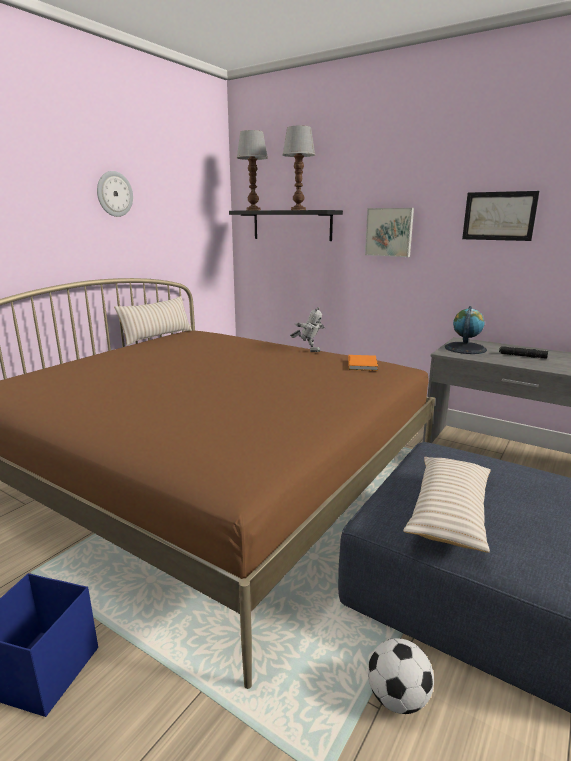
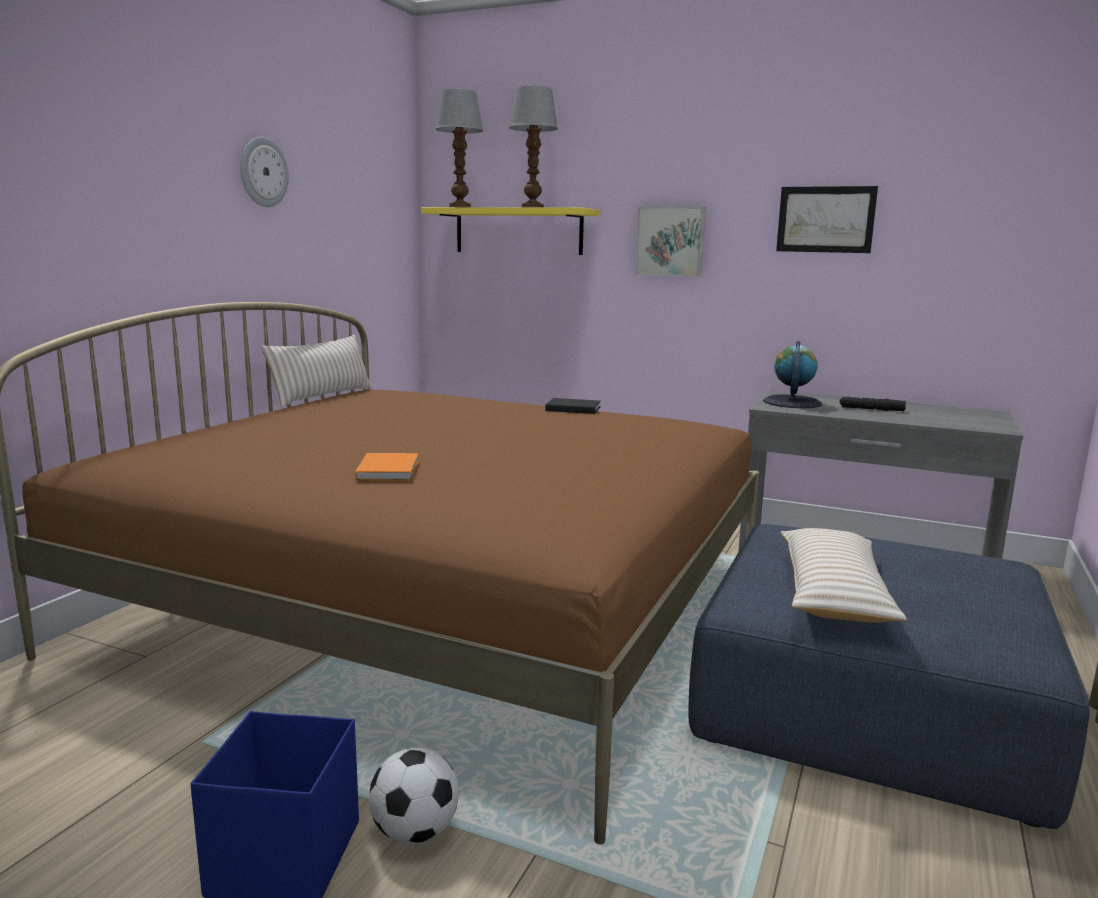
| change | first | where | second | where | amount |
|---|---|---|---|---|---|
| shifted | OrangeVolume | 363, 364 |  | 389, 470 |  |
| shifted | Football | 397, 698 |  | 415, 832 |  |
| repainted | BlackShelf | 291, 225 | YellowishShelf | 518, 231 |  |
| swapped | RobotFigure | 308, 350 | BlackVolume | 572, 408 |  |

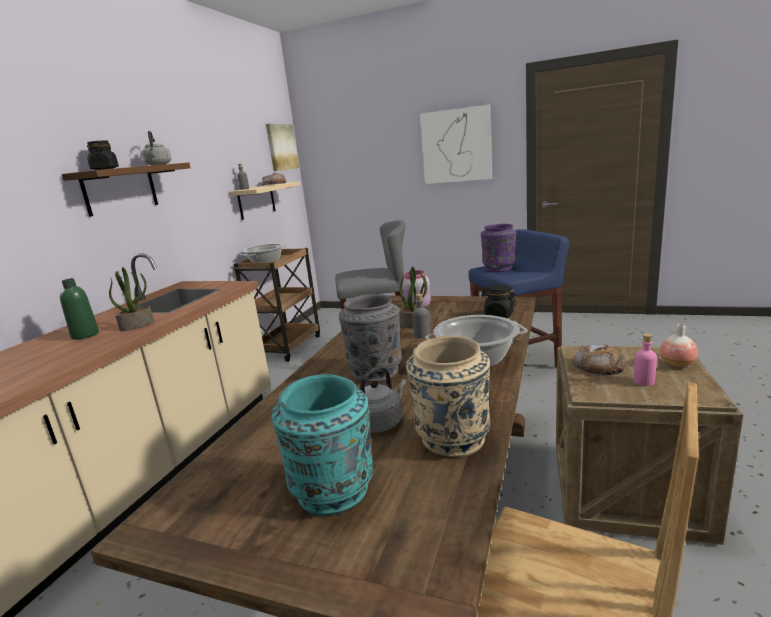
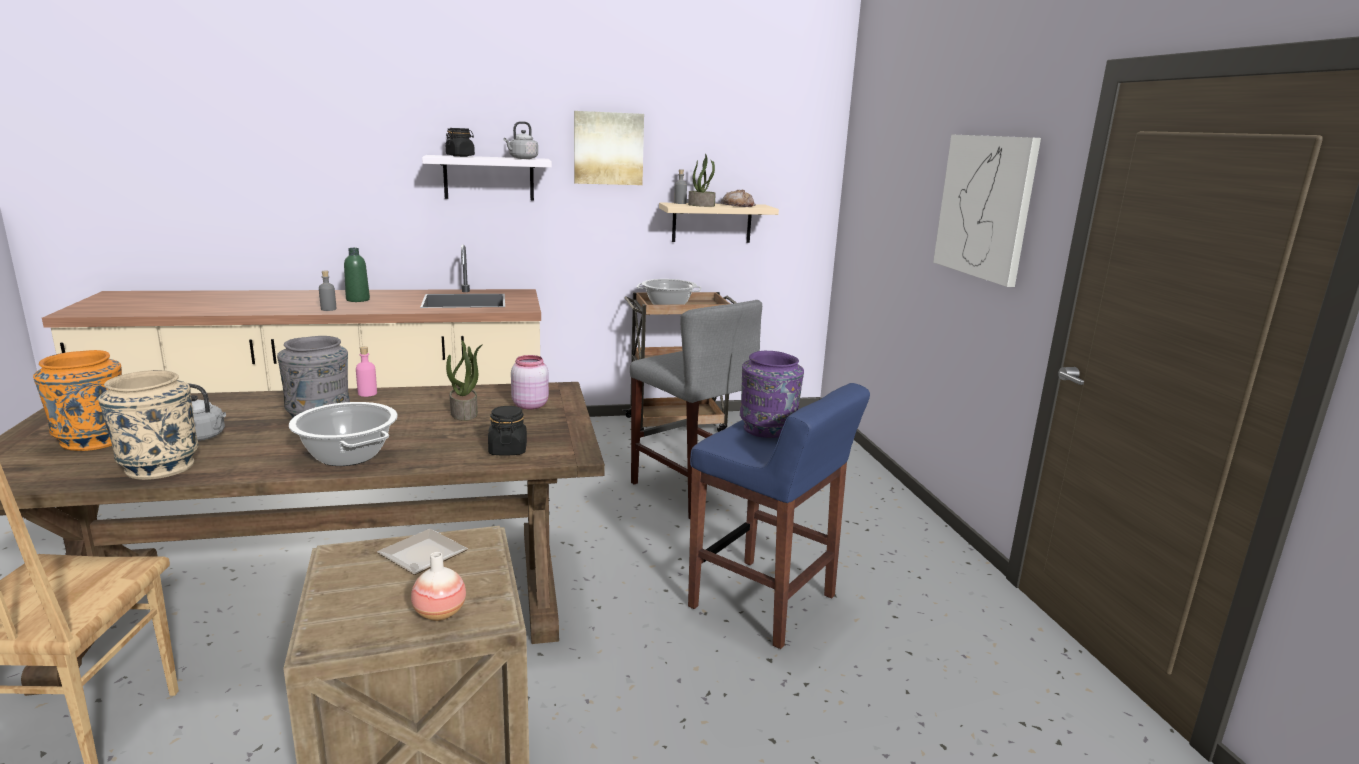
| change | first | where | second | where | amount |
|---|---|---|---|---|---|
| repainted | TurquoiseFlowerVase | 334, 491 | OrangeFlowerVase | 92, 441 |  |
| shifted | GrayBottle | 422, 335 |  | 328, 309 |  |
| shifted | PinkColouredBottle | 644, 381 |  | 367, 393 |  |
| swapped | BakedBread | 598, 366 | DinnerPlate | 426, 555 |  |
| repainted | BrownishShelf | 120, 190 | WhiteColouredShelf | 489, 178 |  |
| shifted | Picture | 281, 147 |  | 608, 148 |  |
| shifted | PlantInAPot | 137, 325 |  | 701, 205 |  |

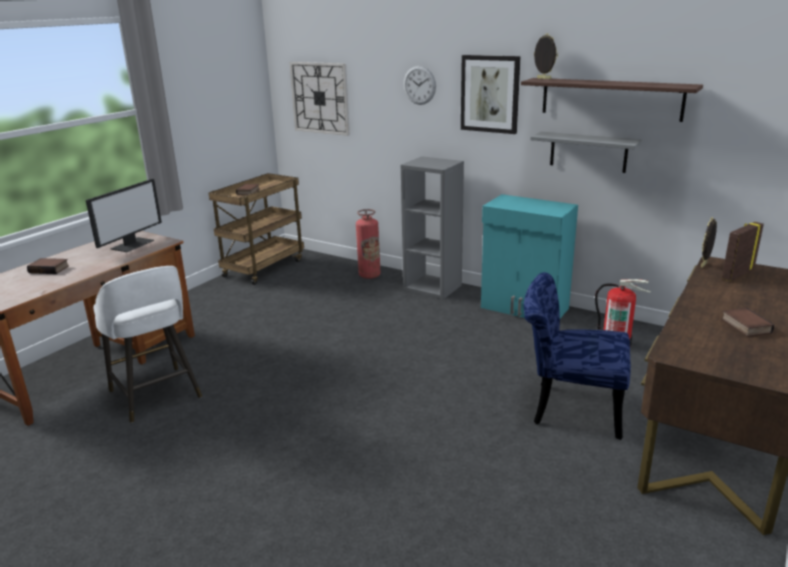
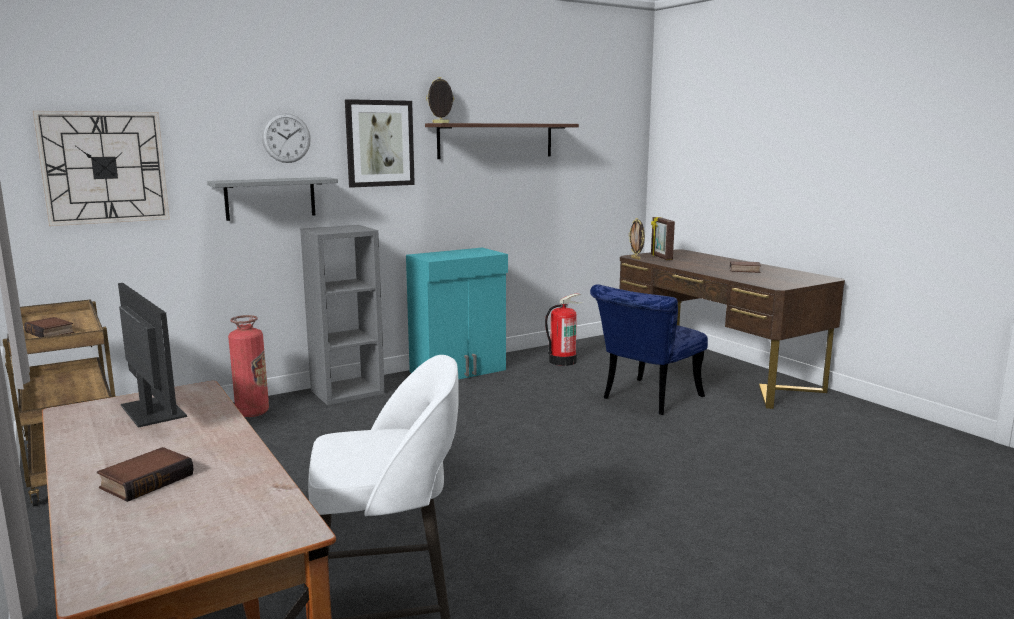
| change | first | where | second | where | amount |
|---|---|---|---|---|---|
| shifted | GrayShelf | 588, 152 |  | 270, 198 |  |

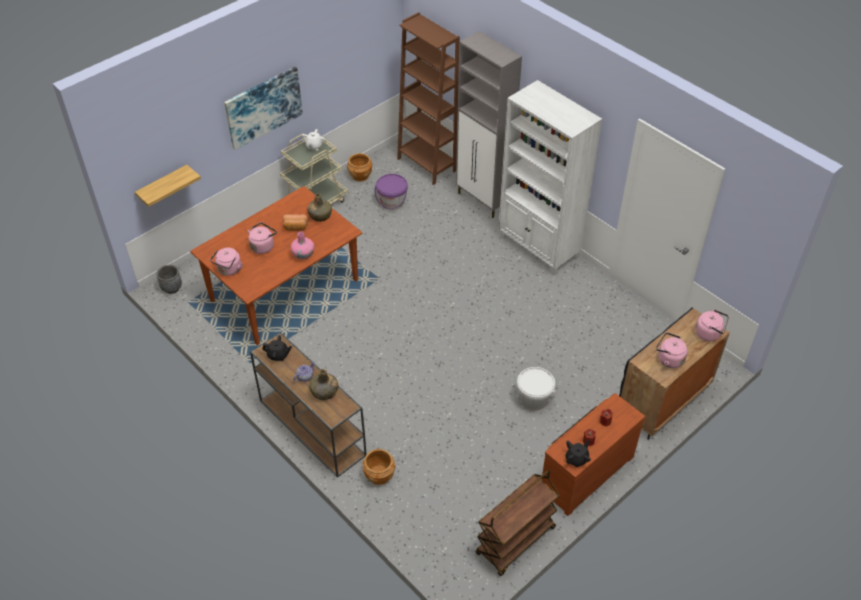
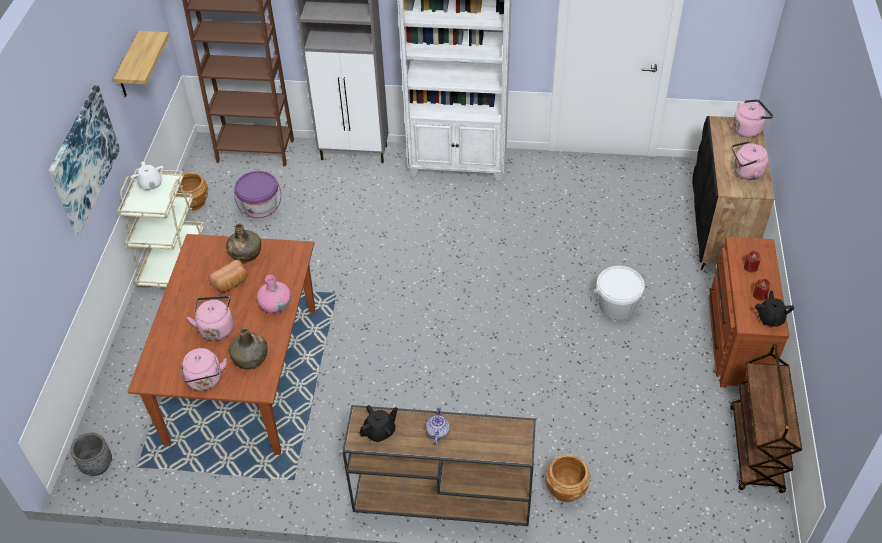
| change | first | where | second | where | amount |
|---|---|---|---|---|---|
| shifted | Shelf | 163, 186 |  | 129, 66 |  |
| shifted | GreenishBottle | 324, 392 |  | 251, 358 |  |

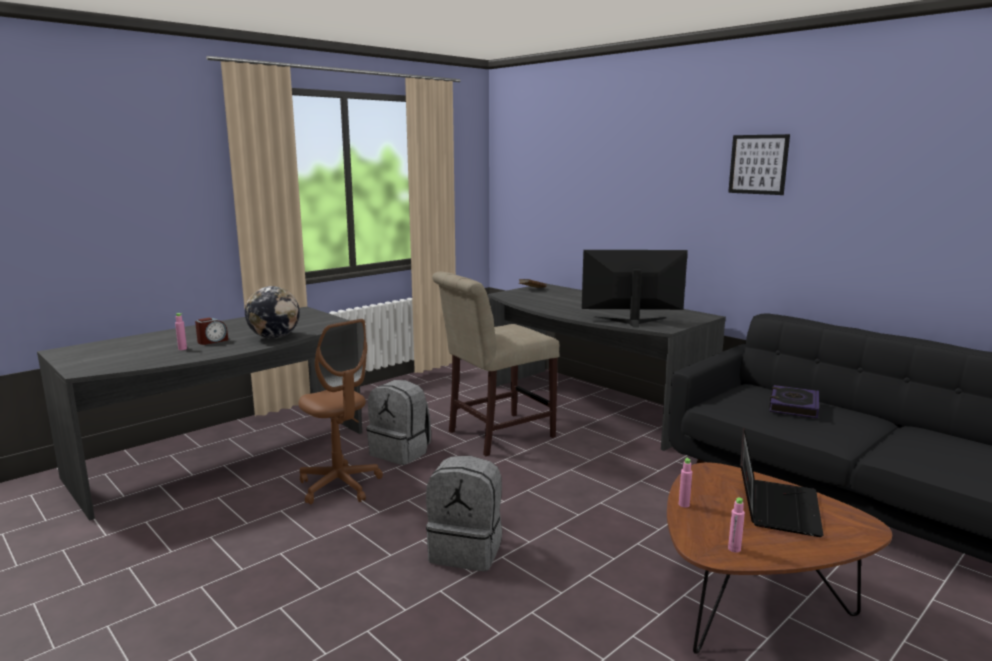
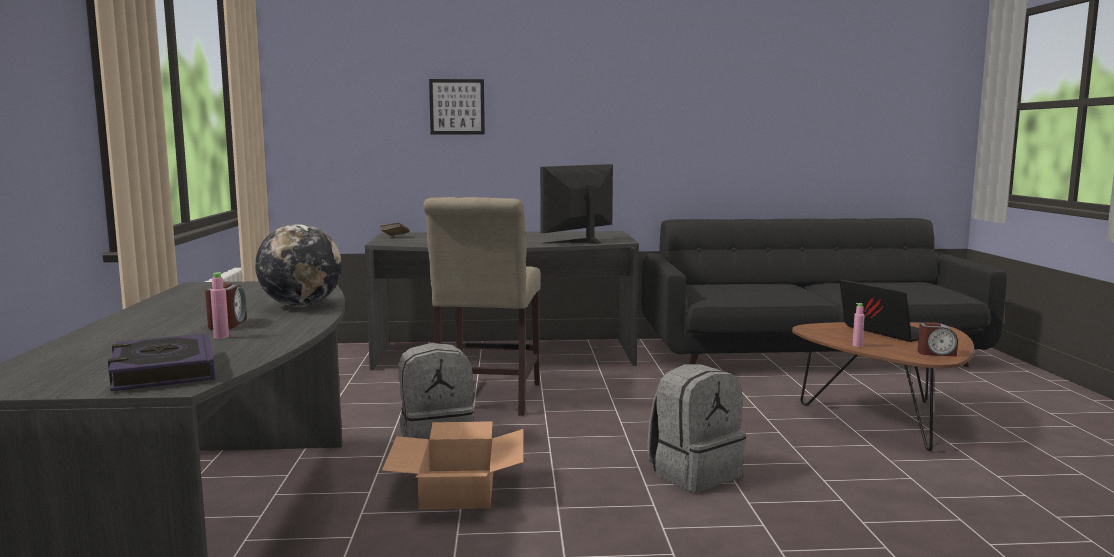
| change | first | where | second | where | amount |
|---|---|---|---|---|---|
| shifted | Volume | 793, 406 |  | 163, 371 |  |
| swapped | BrownishComputerChair | 340, 486 | CardboardBox | 457, 489 |  |
| shifted | Picture | 758, 164 |  | 457, 107 |  |
| swapped | PinkColouredBottle | 734, 549 | AlarmClock | 936, 353 |  |

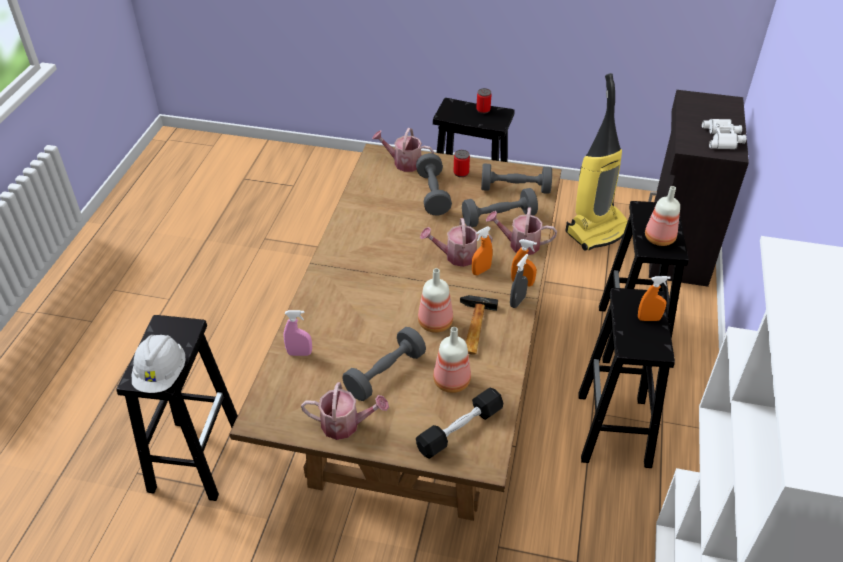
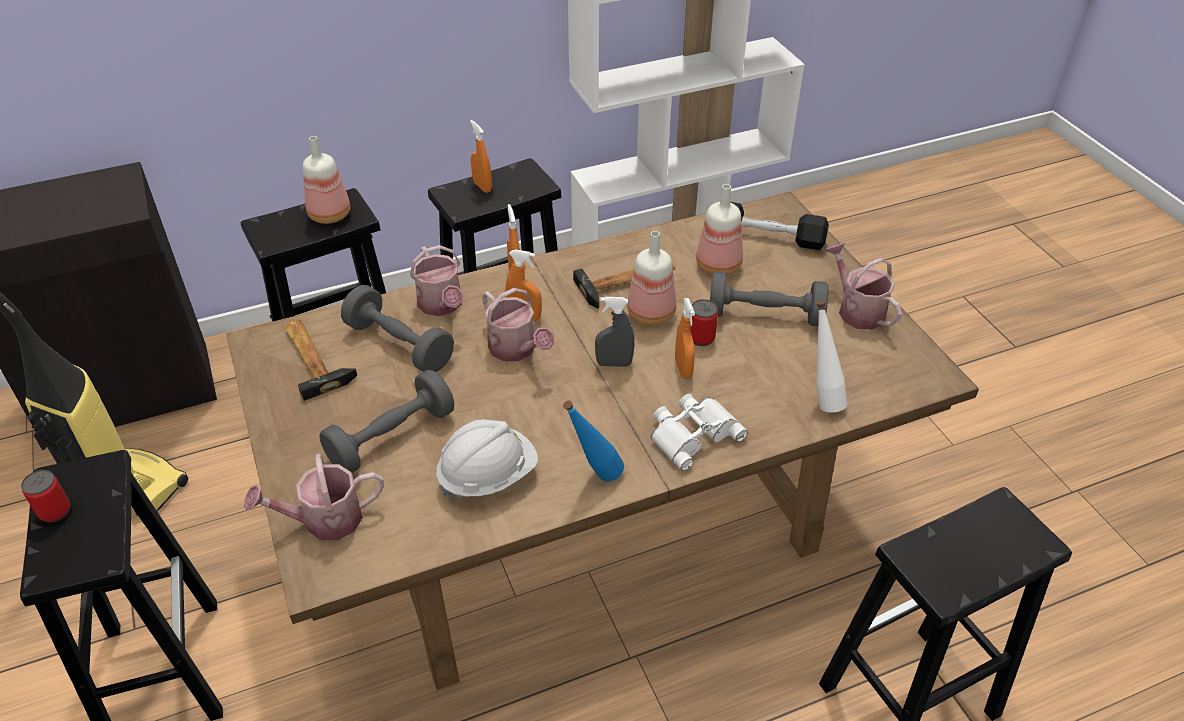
| change | first | where | second | where | amount |
|---|---|---|---|---|---|
| rotated | WateringPot | 403, 163 |  | 324, 520 | 90 degrees clockwise |
| swapped | GrayHandWeight | 515, 189 | HandHammer | 313, 357 |  |
| shifted | WhiteColouredWorkHelmet | 161, 375 |  | 488, 475 |  |
| new |  |  | BlueColouredBottle | 594, 477 |  |
| shifted | GraySprayBottle | 517, 301 |  | 614, 364 |  |
| shifted | WhiteColouredBinoculars | 723, 138 |  | 692, 433 |  |
| new |  |  | OrangeSprayBottle | 683, 369 |  |
| shifted | SealedCan | 461, 173 |  | 701, 338 |  |
| swapped | PinkColouredSprayBottle | 299, 353 | WhiteColouredBottle | 821, 399 |  |

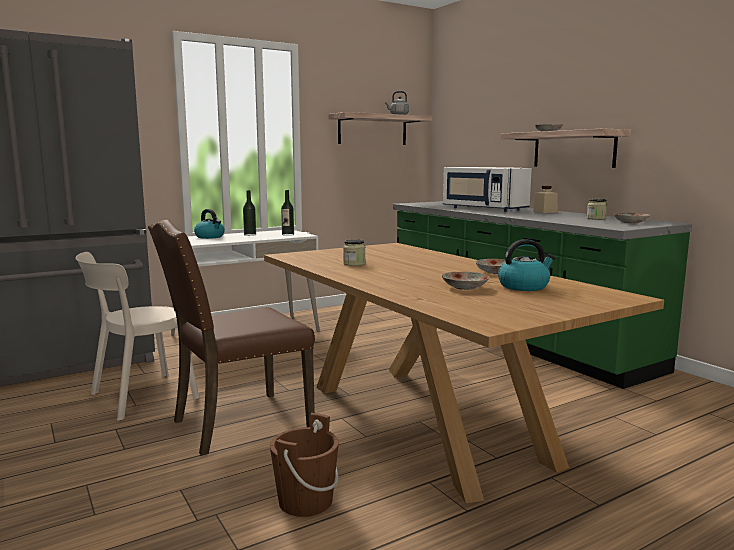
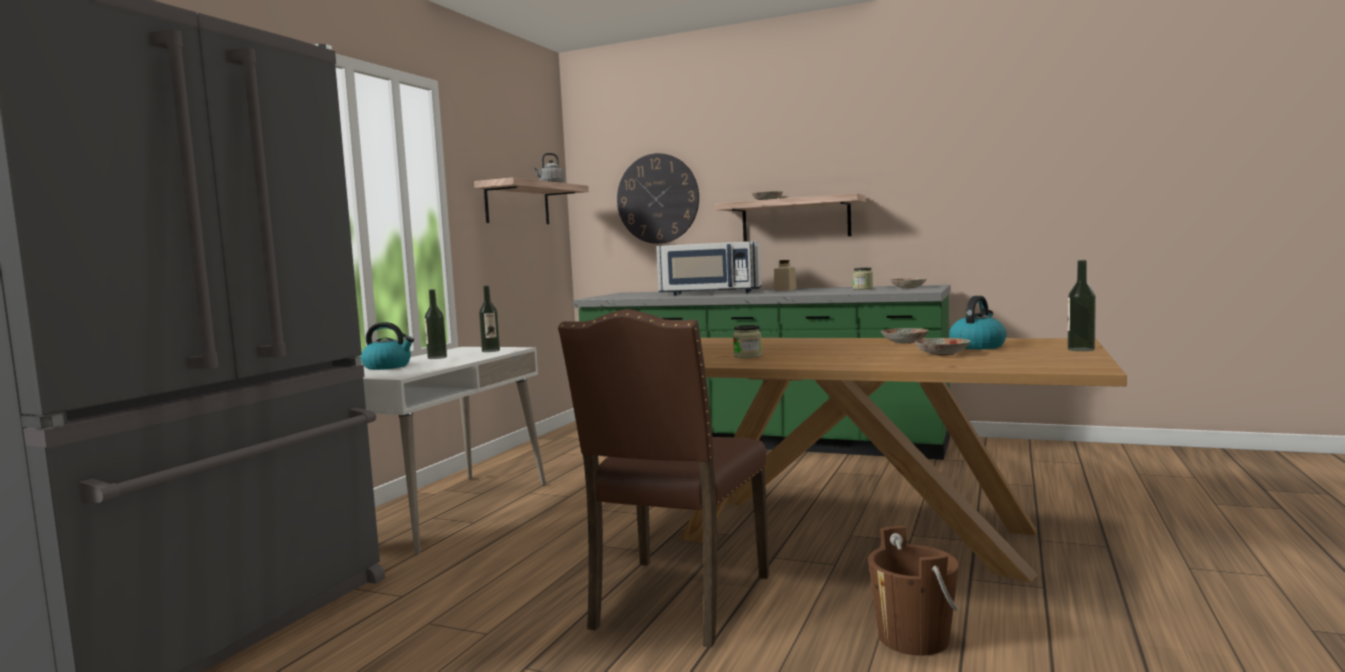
| change | first | where | second | where | amount |
|---|---|---|---|---|---|
| new |  |  | ClockOnTheWall | 657, 198 |  |
| new |  |  | Bottle | 1081, 349 |  |
| gone | BeigeColouredPlainChair | 139, 397 |  |  |  |

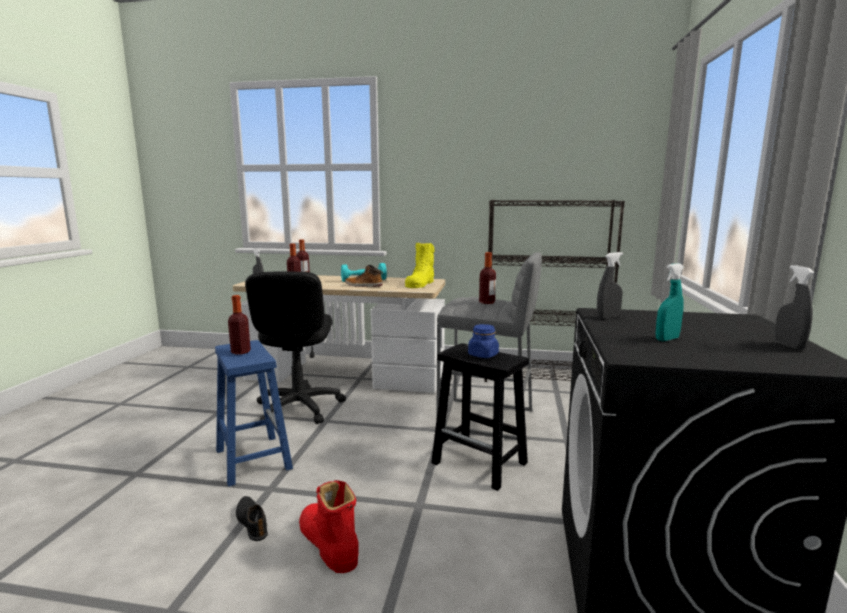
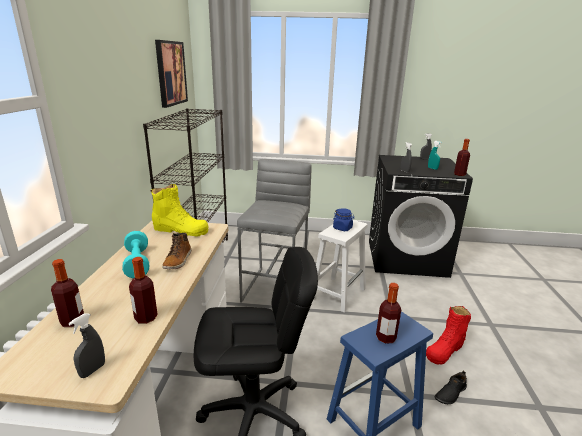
| change | first | where | second | where | amount |
|---|---|---|---|---|---|
| new |  |  | Picture | 171, 73 |  |
| repainted | BlackStoolSeat | 481, 463 | WhiteColouredStoolSeat | 338, 293 |  |
| shifted | Bottle | 487, 302 |  | 459, 174 |  |

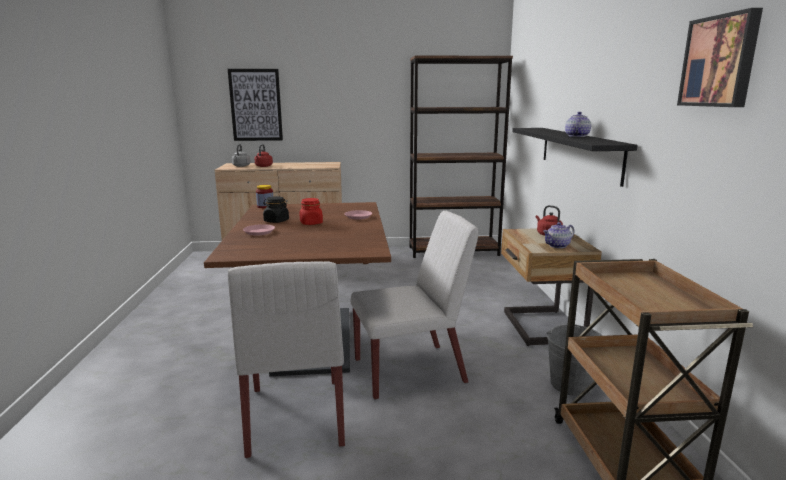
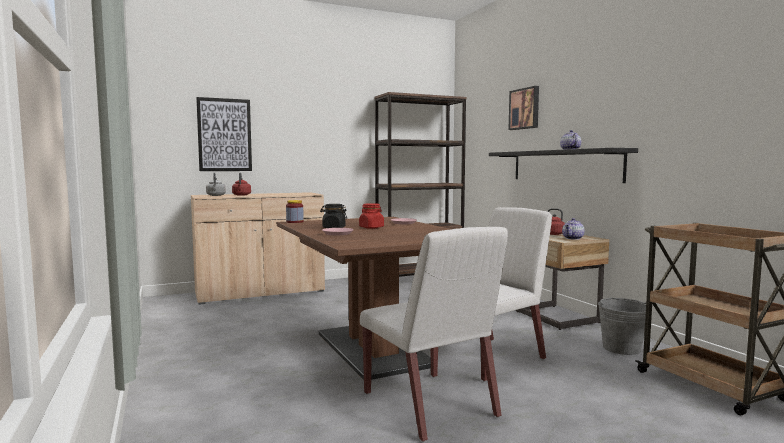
| change | first | where | second | where | amount |
|---|---|---|---|---|---|
| shifted | Picture | 720, 61 |  | 525, 109 |  |

